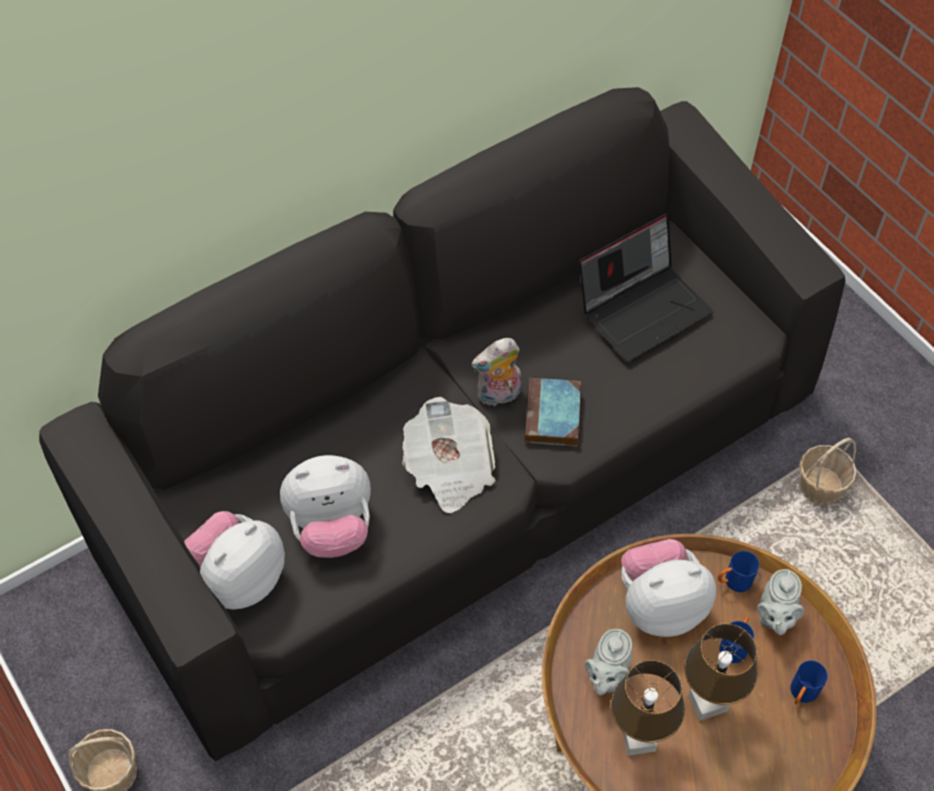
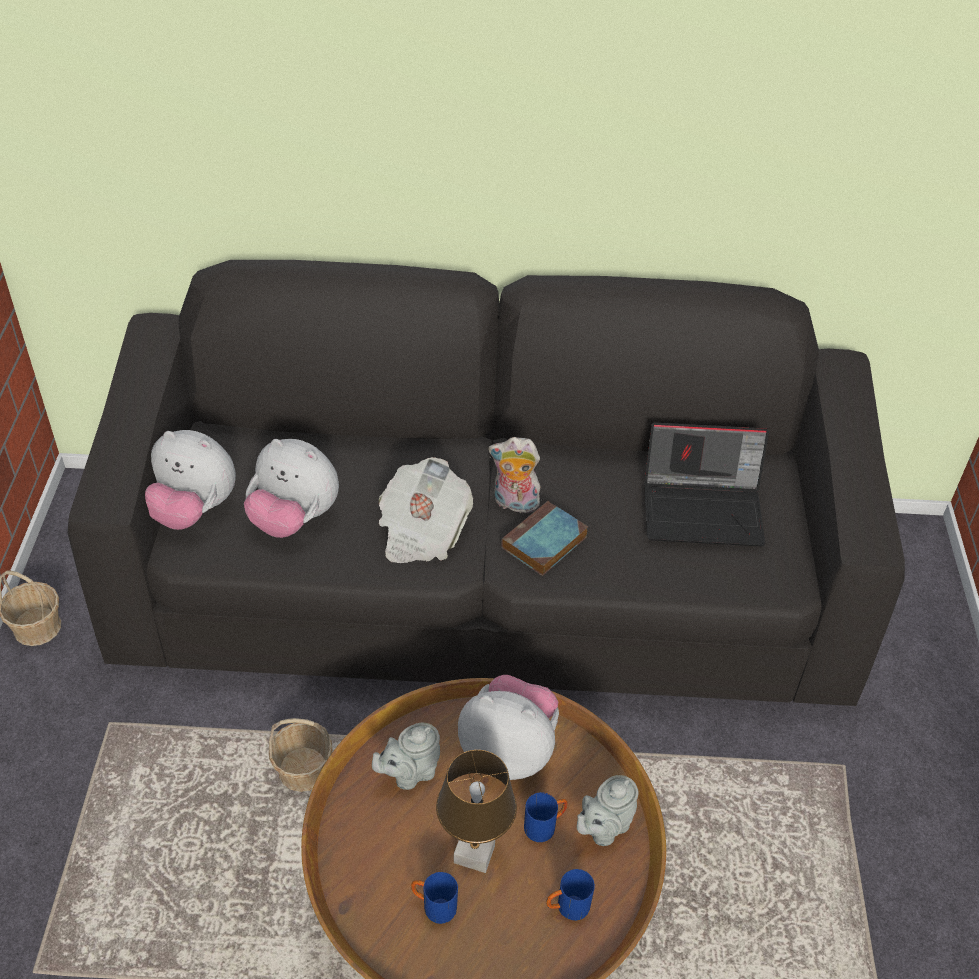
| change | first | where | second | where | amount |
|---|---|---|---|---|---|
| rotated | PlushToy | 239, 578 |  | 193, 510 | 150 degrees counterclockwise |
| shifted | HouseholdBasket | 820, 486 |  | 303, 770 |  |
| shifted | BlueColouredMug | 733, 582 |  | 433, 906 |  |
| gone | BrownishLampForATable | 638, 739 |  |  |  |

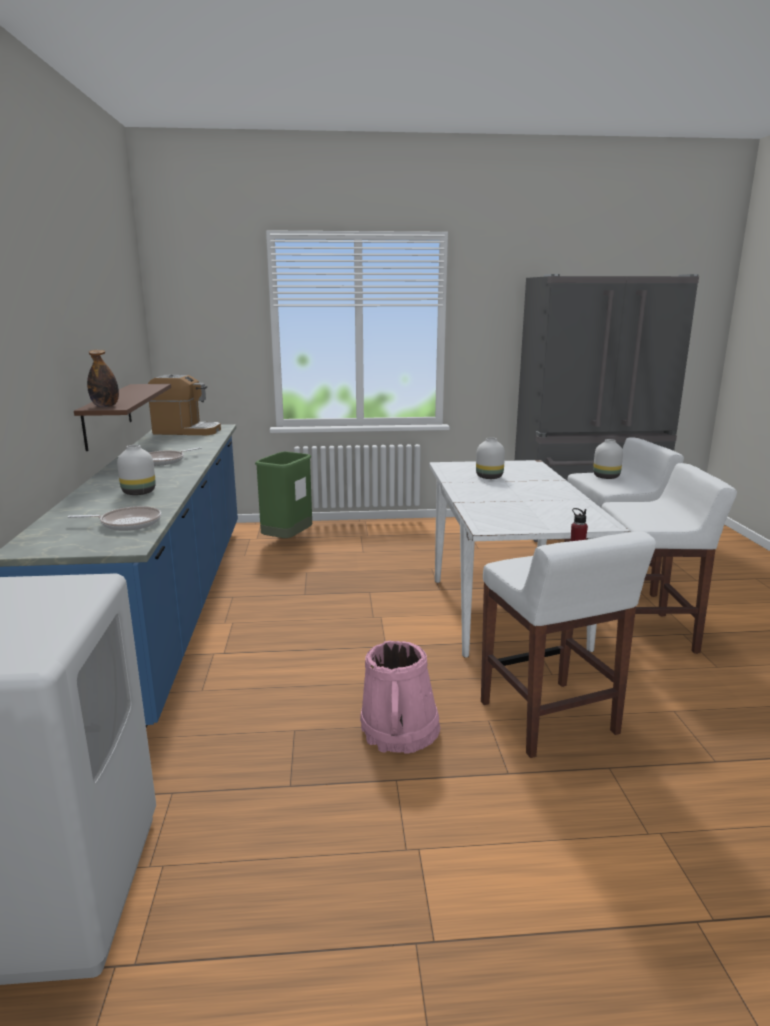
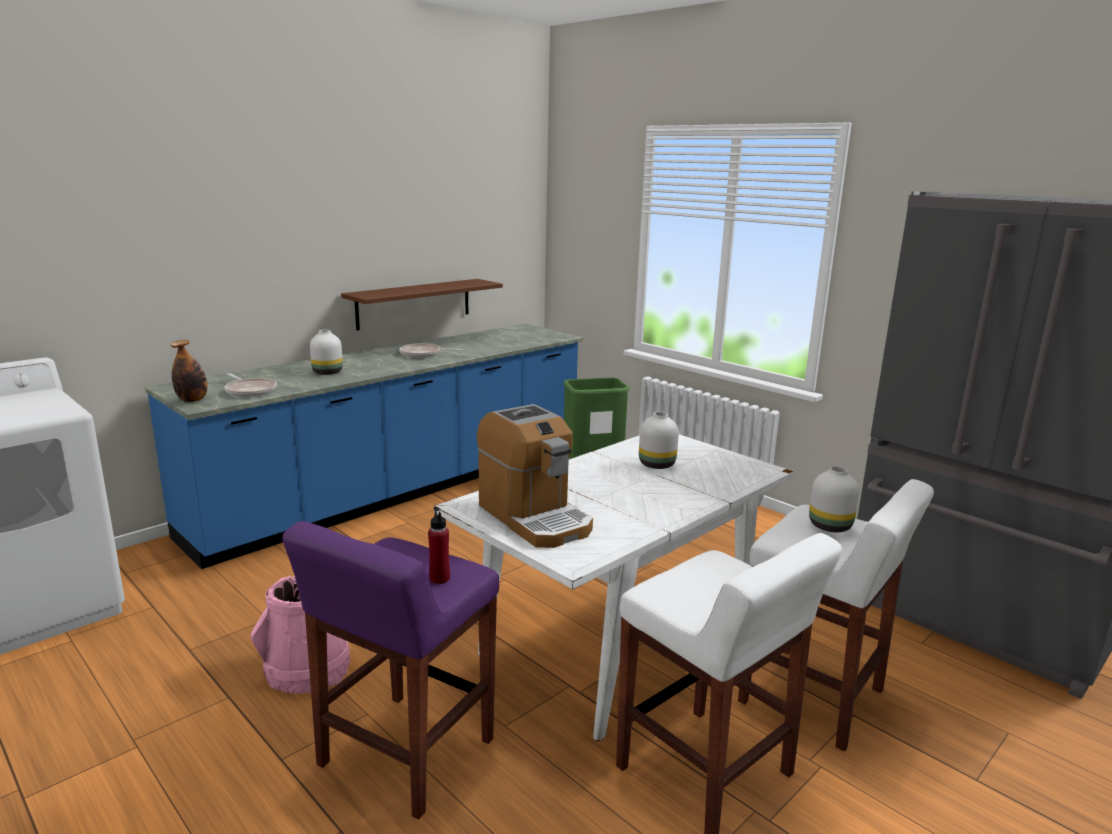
| change | first | where | second | where | amount |
|---|---|---|---|---|---|
| shifted | Bottle | 105, 406 |  | 192, 400 |  |
| repainted | WhiteColouredStoolSeat | 548, 719 | PurpleStoolSeat | 404, 754 |  |
| shifted | CoffeeMaker | 186, 431 |  | 534, 518 |  |

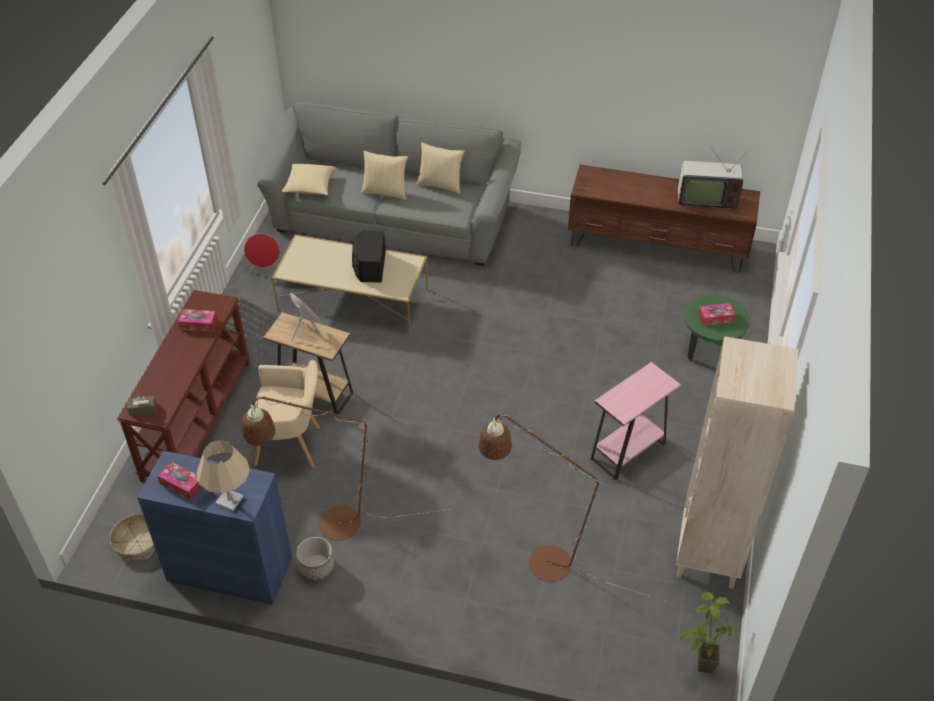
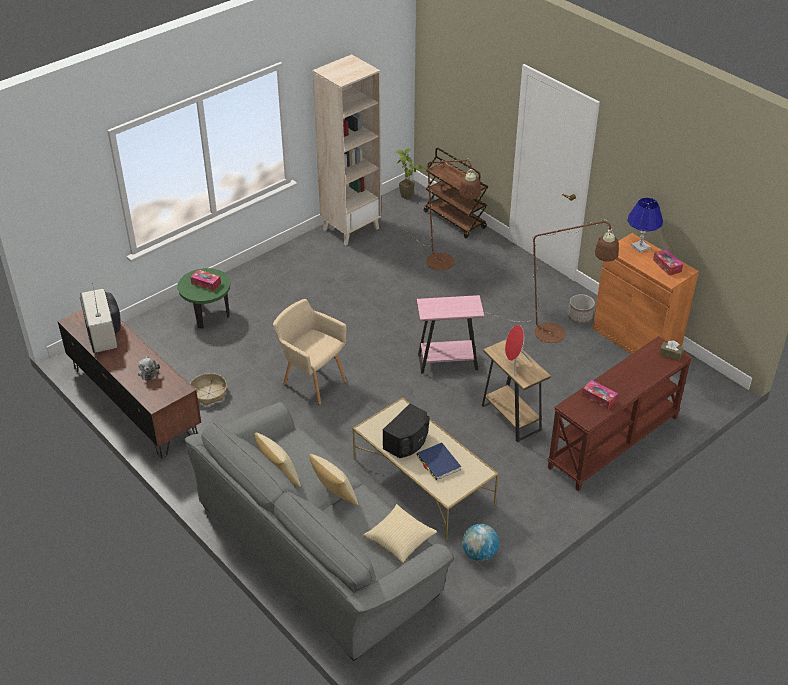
| change | first | where | second | where | amount |
|---|---|---|---|---|---|
| rotated | Television | 705, 199 |  | 104, 334 | 150 degrees counterclockwise |
| new |  |  | PlushToy | 148, 372 |  |
| shifted | HouseholdBasket | 137, 541 |  | 209, 393 |  |
| shifted | BeigeColouredArmchair | 291, 446 |  | 312, 381 |  |
| new |  |  | BlueColouredVolume | 438, 463 |  |
| shifted | PinkColouredEndTable | 628, 451 |  | 447, 362 |  |
| new |  |  | BrownishCart | 455, 220 |  |
| swapped | ReddishAudioSpeaker | 265, 270 | DeskGlobe | 479, 553 |  |
| repainted | BlueColouredCabinet | 229, 569 | OrangeCabinet | 636, 339 |  |
| repainted | BeigeColouredLampForATable | 230, 500 | BlueColouredLampForATable | 640, 247 |  |

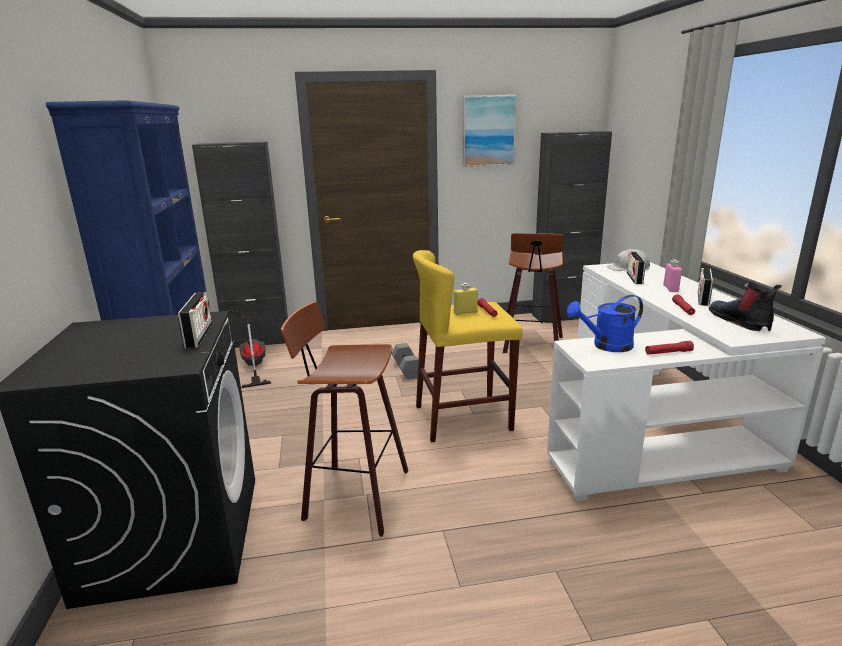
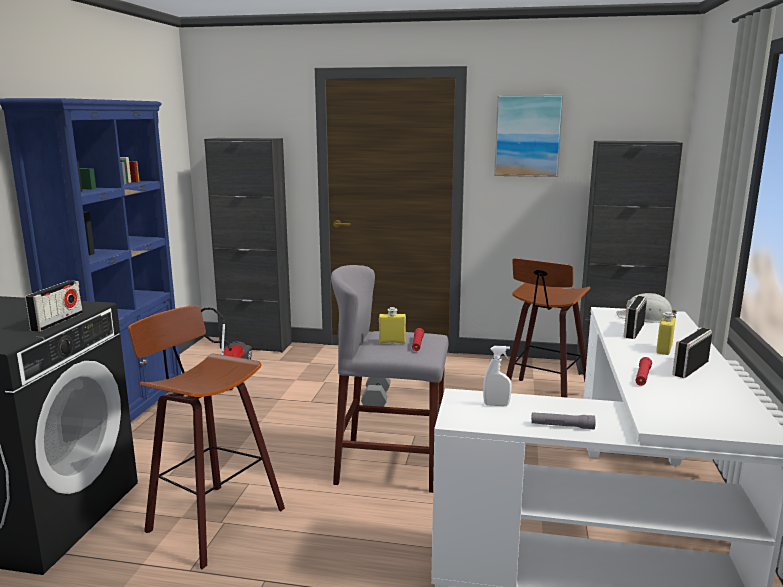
| change | first | where | second | where | amount |
|---|---|---|---|---|---|
| repainted | YellowishStoolSeat | 463, 418 | GrayStoolSeat | 390, 466 |  |
| swapped | BlueColouredWateringPot | 606, 346 | WhiteColouredSprayBottle | 496, 405 |  |
| repainted | ReddishFlashlight | 668, 352 | GrayFlashlight | 562, 426 |  |
| repainted | PinkColouredBottle | 670, 288 | YellowishBottle | 664, 349 |  |
| gone | HighTopBoot | 740, 321 |  |  |  |

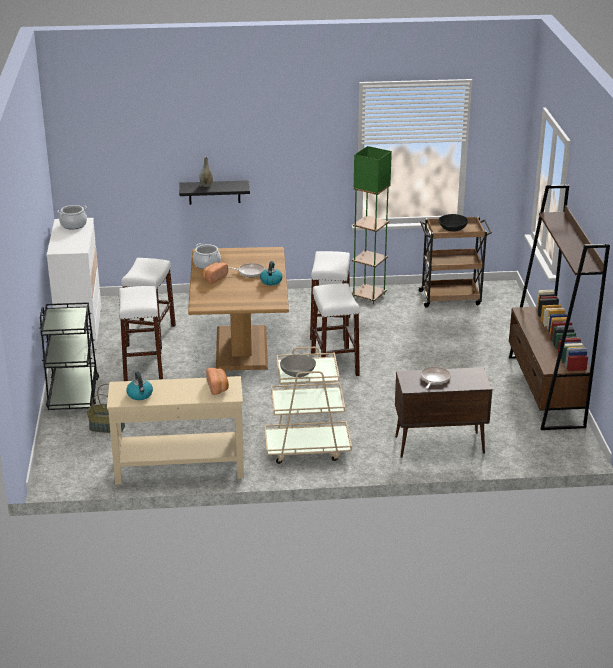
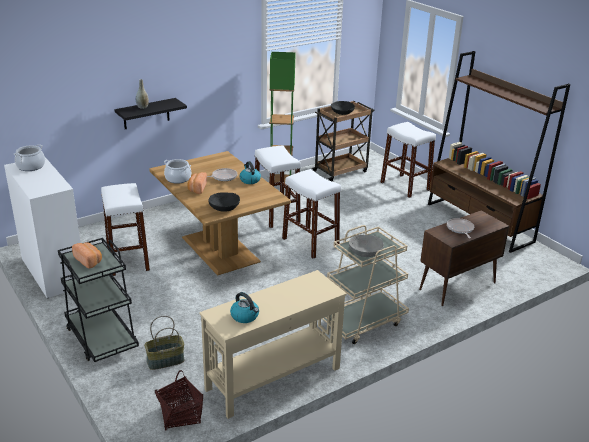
| change | first | where | second | where | amount |
|---|---|---|---|---|---|
| shifted | BakedBread | 218, 387 |  | 89, 261 |  |
| new |  |  | HouseholdBasket | 180, 415 |  |
| new |  |  | BlackBowl | 224, 208 |  |
| shifted | WhiteColouredStoolSeat | 142, 366 |  | 405, 186 |  |

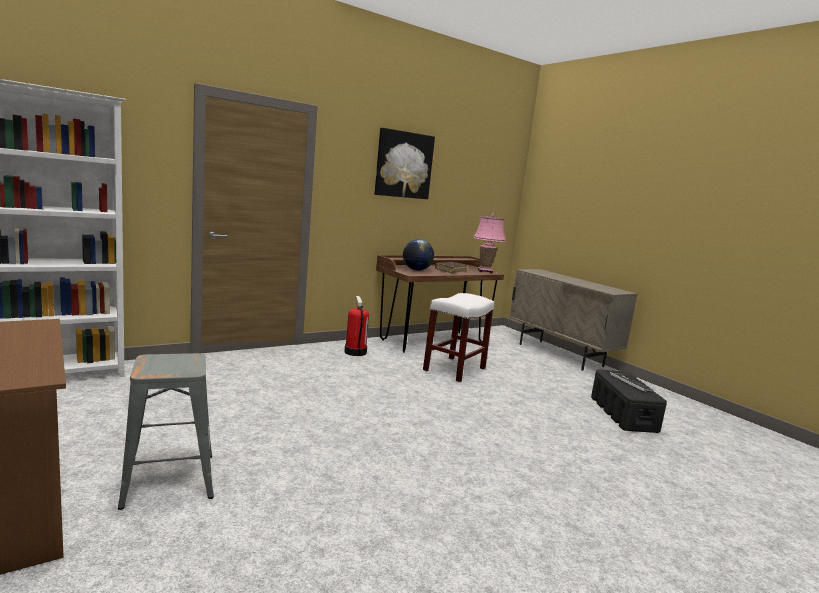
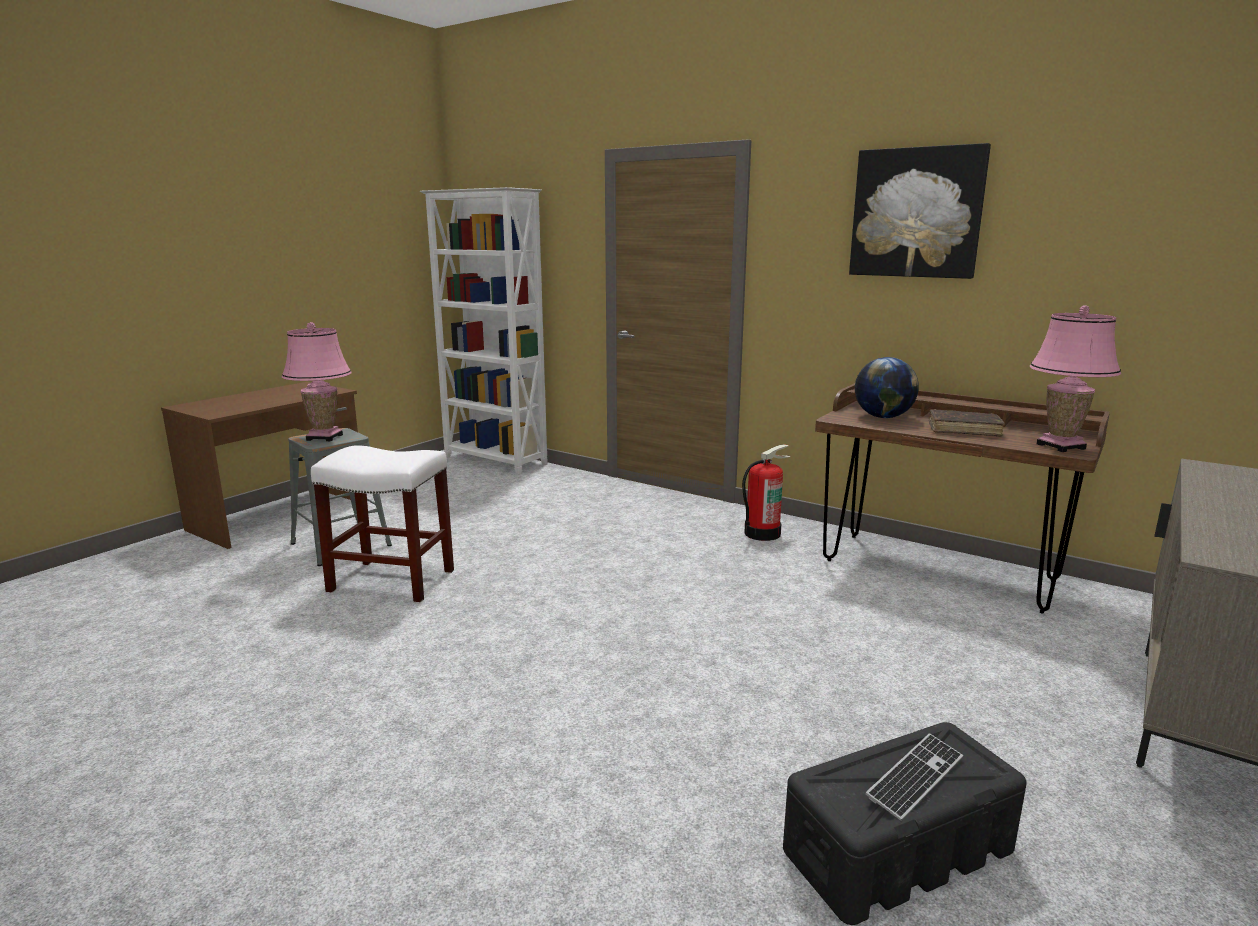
| change | first | where | second | where | amount |
|---|---|---|---|---|---|
| new |  |  | PinkColouredLampForATable | 324, 437 |  |
| shifted | WhiteColouredStoolSeat | 454, 370 |  | 390, 581 |  |

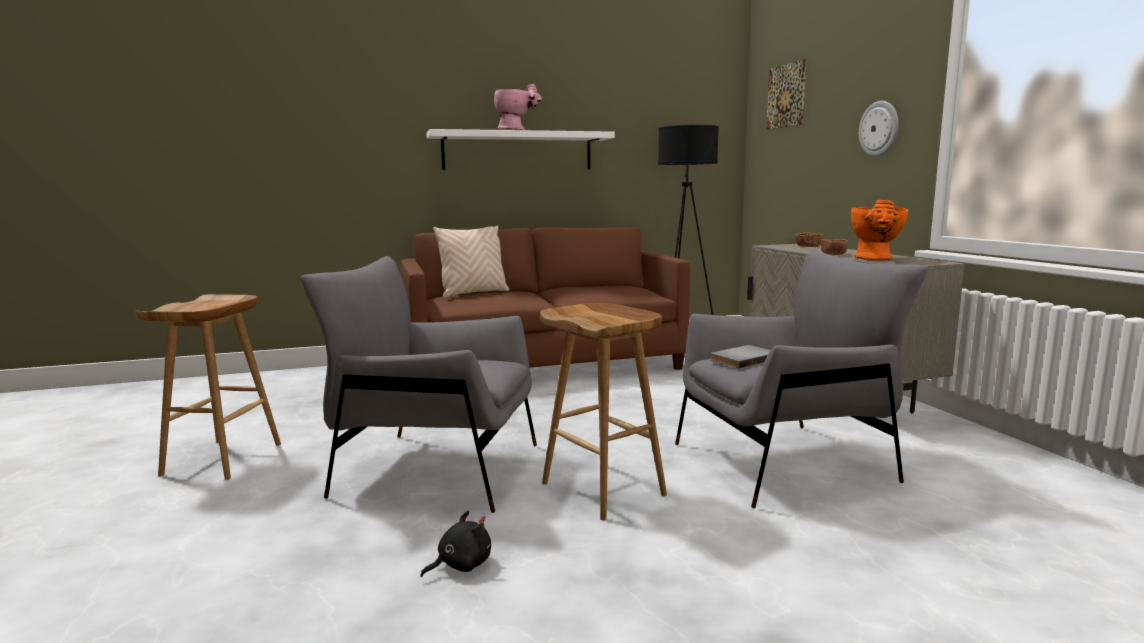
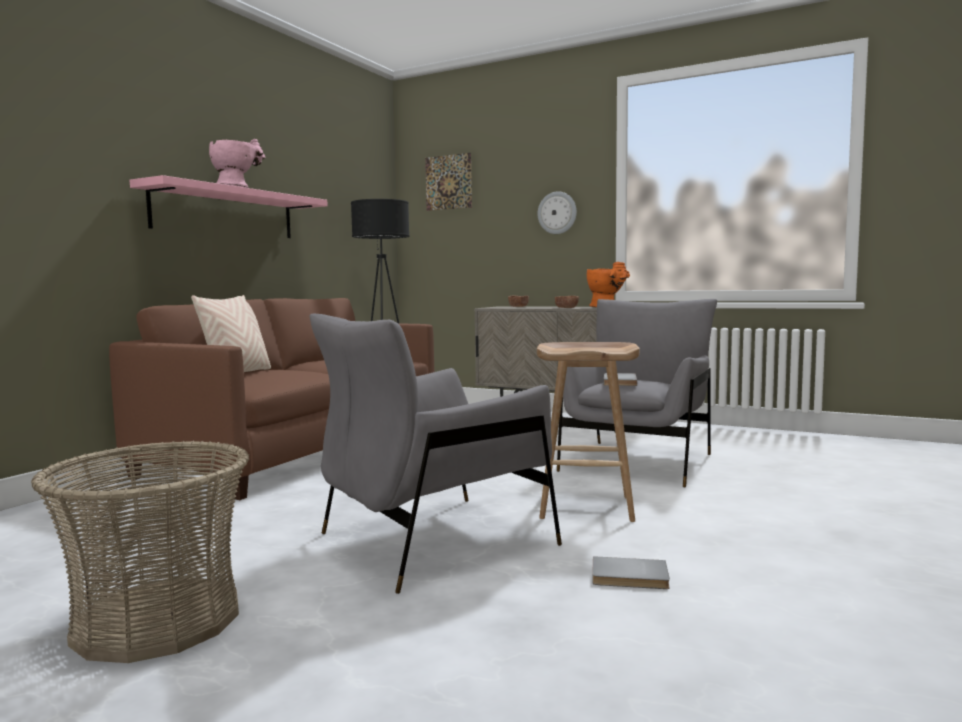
| change | first | where | second | where | amount |
|---|---|---|---|---|---|
| swapped | BrownishStoolSeat | 223, 459 | HouseholdBasket | 158, 620 |  |
| repainted | WhiteColouredShelf | 518, 151 | PinkColouredShelf | 225, 213 |  |
| swapped | BlackPlushToy | 461, 565 | GrayVolume | 629, 577 |  |

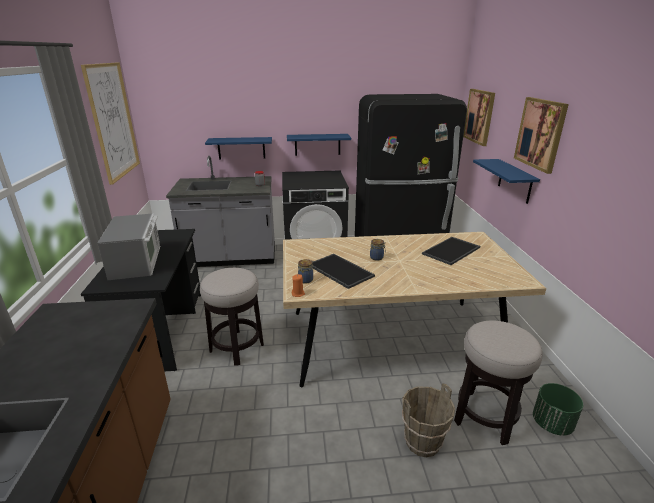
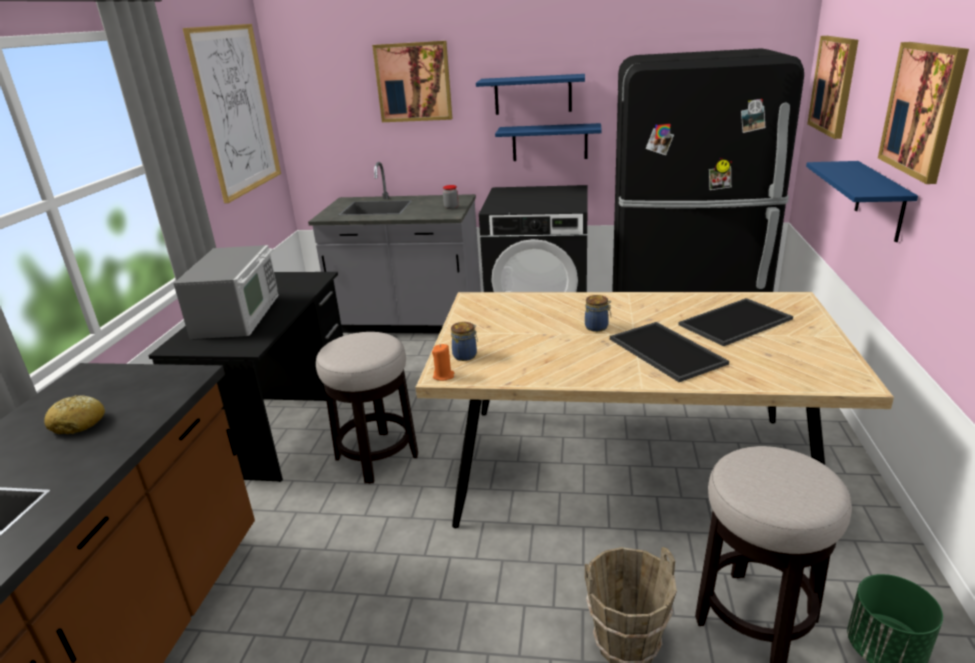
| change | first | where | second | where | amount |
|---|---|---|---|---|---|
| new |  |  | BakedBread | 79, 423 |  |
| new |  |  | Picture | 413, 82 |  |
| shifted | BlueColouredShelf | 241, 148 |  | 533, 94 |  |
| shifted | ServingTray | 339, 271 |  | 664, 351 |  |

